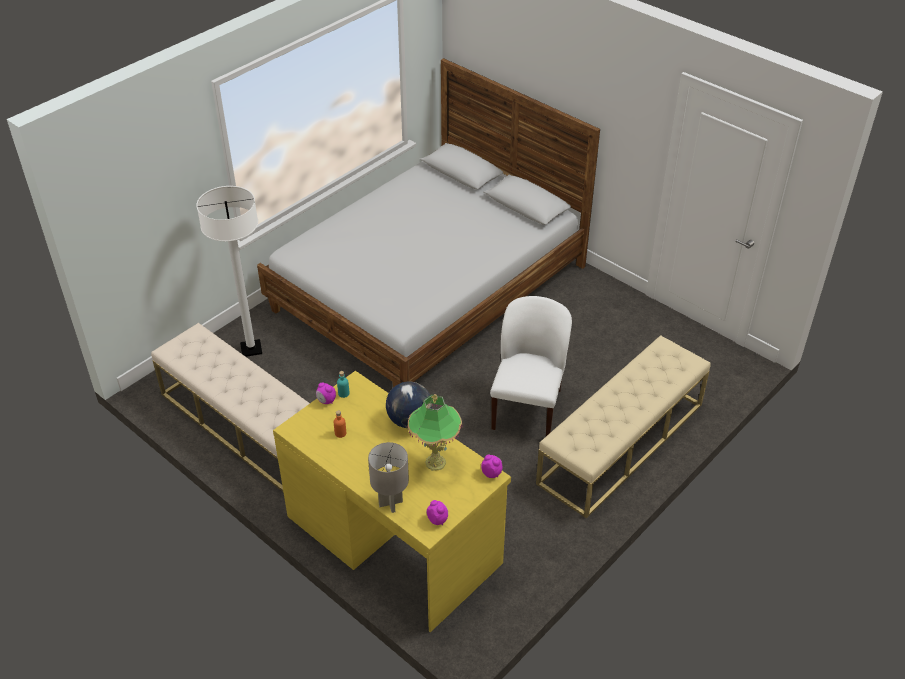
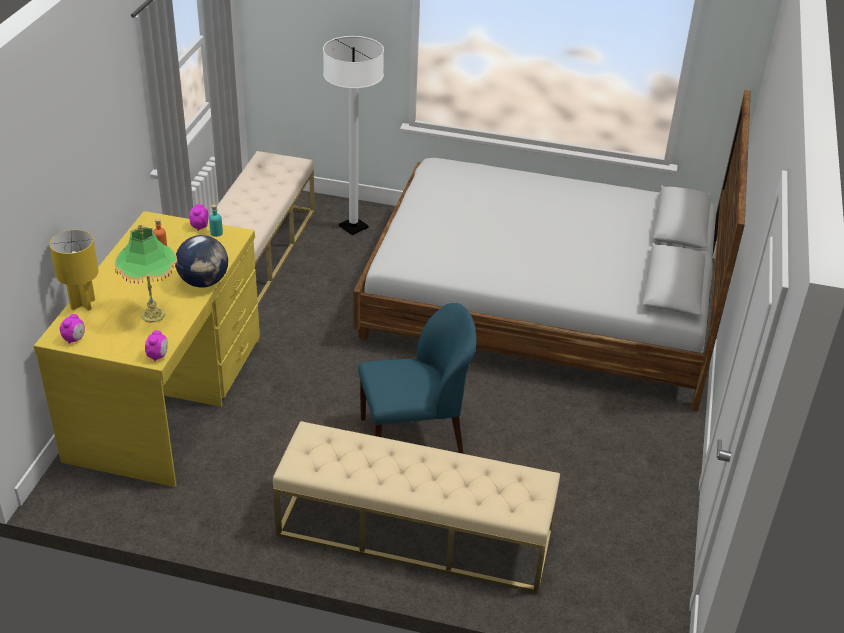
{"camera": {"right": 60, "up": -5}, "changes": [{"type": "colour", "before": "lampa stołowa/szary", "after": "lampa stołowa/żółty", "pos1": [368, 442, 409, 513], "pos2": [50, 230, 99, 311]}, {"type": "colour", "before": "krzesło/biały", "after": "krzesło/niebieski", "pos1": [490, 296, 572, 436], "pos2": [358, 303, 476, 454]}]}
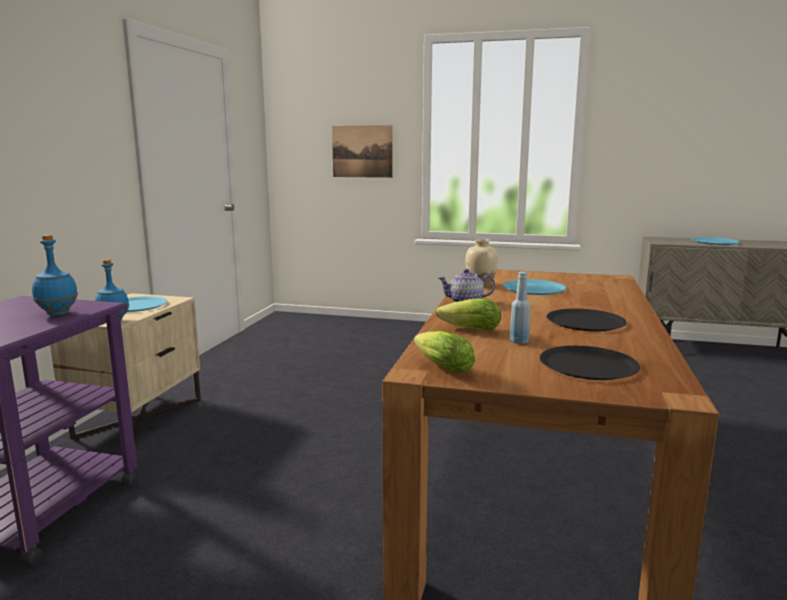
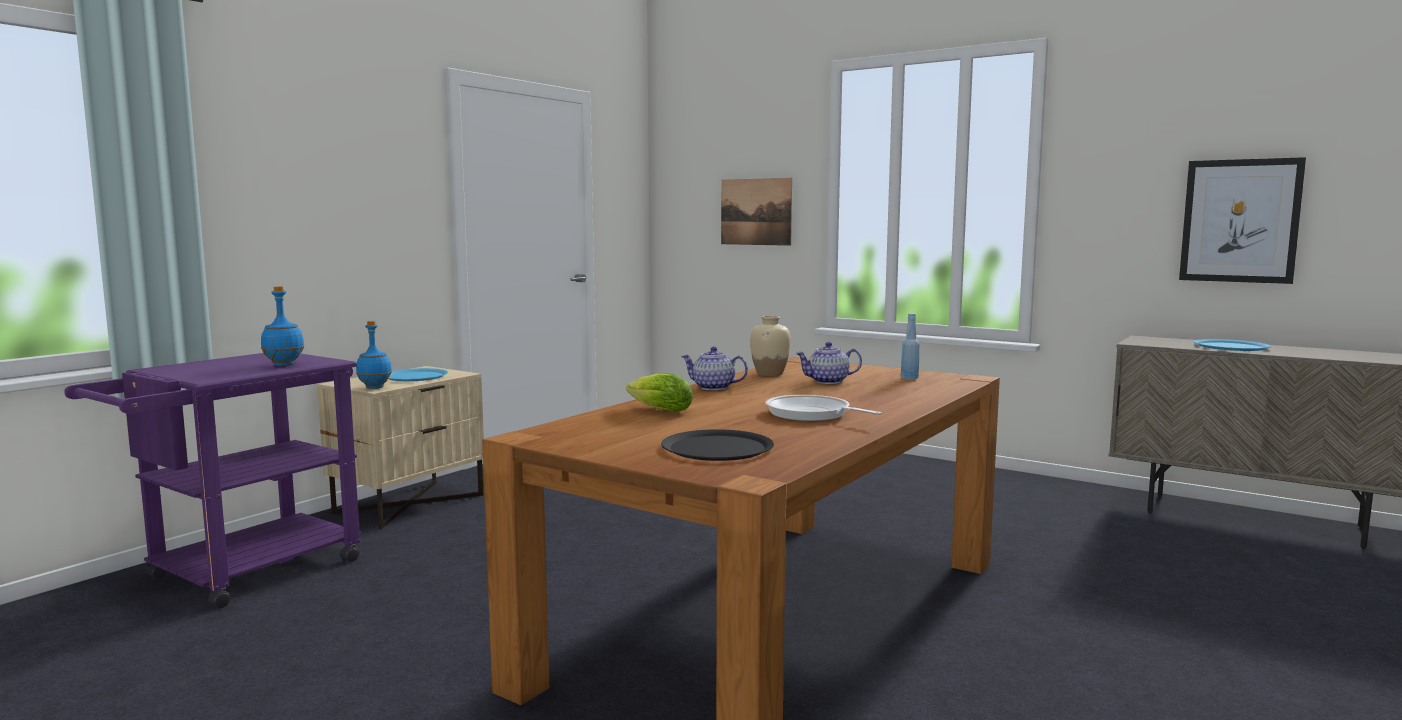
{"camera": {"right": 20, "up": -5}, "changes": [{"type": "exchanged", "before": "talerz/czarny", "after": "patelnia", "pos1": [547, 309, 627, 331], "pos2": [765, 395, 881, 421]}, {"type": "exchanged", "before": "talerz/niebieski", "after": "imbryk", "pos1": [503, 279, 566, 295], "pos2": [796, 342, 862, 384]}, {"type": "relocated", "before": "butelka/niebieski", "pos1": [510, 272, 530, 344], "pos2": [901, 313, 920, 380]}, {"type": "appeared", "after": "obraz", "pos2": [1179, 157, 1306, 284]}, {"type": "missing", "before": "sałata", "pos1": [414, 331, 475, 373]}]}
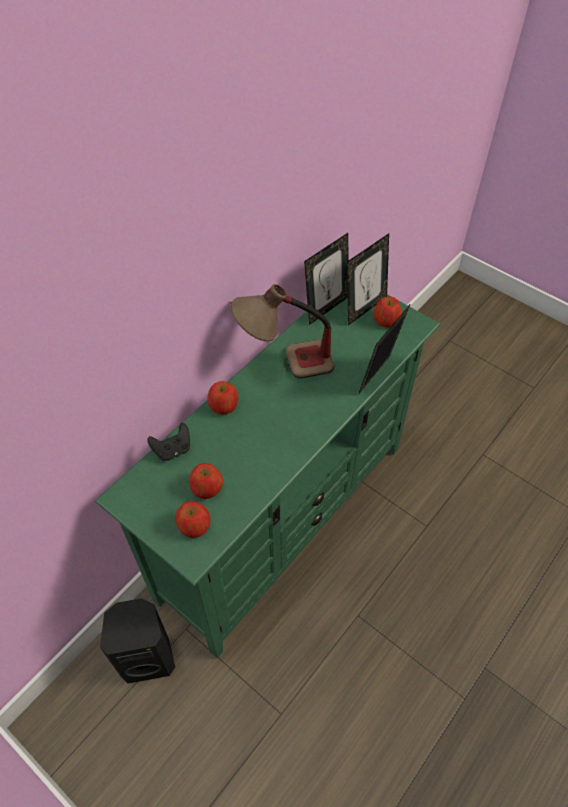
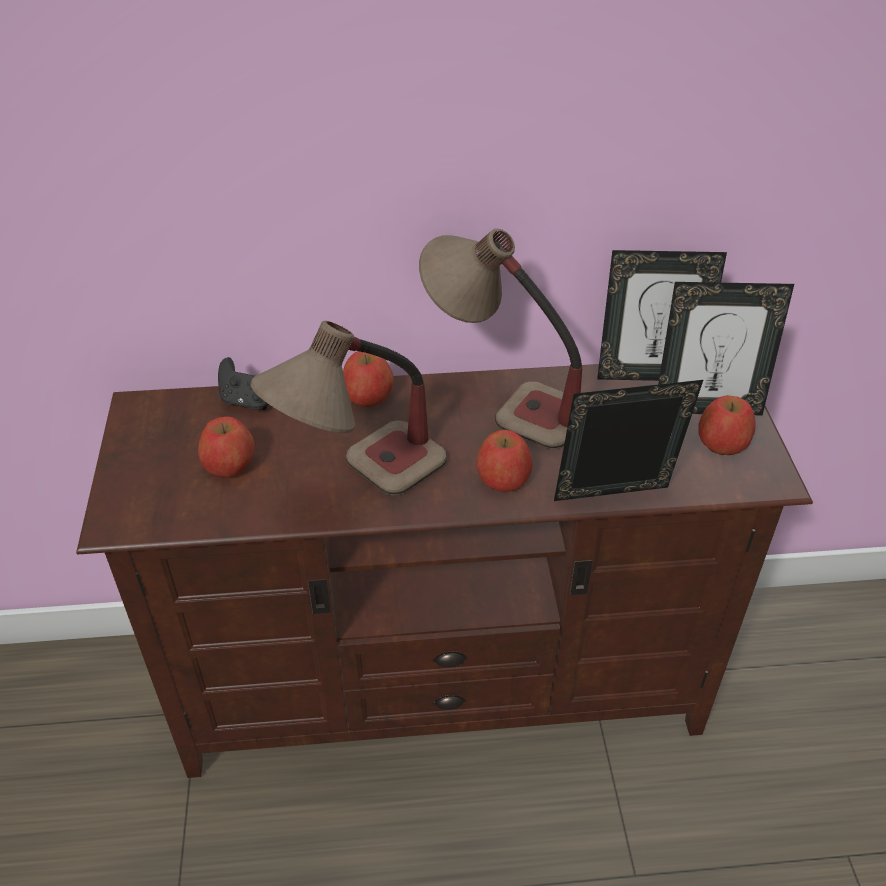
{"camera": {"right": 45, "up": -10}, "changes": [{"type": "colour", "before": "szafka pod telewizor/zielony", "after": "szafka pod telewizor/brązowy", "pos1": [95, 294, 441, 658], "pos2": [76, 364, 813, 778]}, {"type": "appeared", "after": "lampa stołowa", "pos2": [250, 321, 447, 496]}, {"type": "relocated", "before": "jabłko", "pos1": [175, 501, 210, 538], "pos2": [476, 430, 533, 492]}, {"type": "missing", "before": "głośnik/czarny", "pos1": [100, 598, 175, 684]}]}
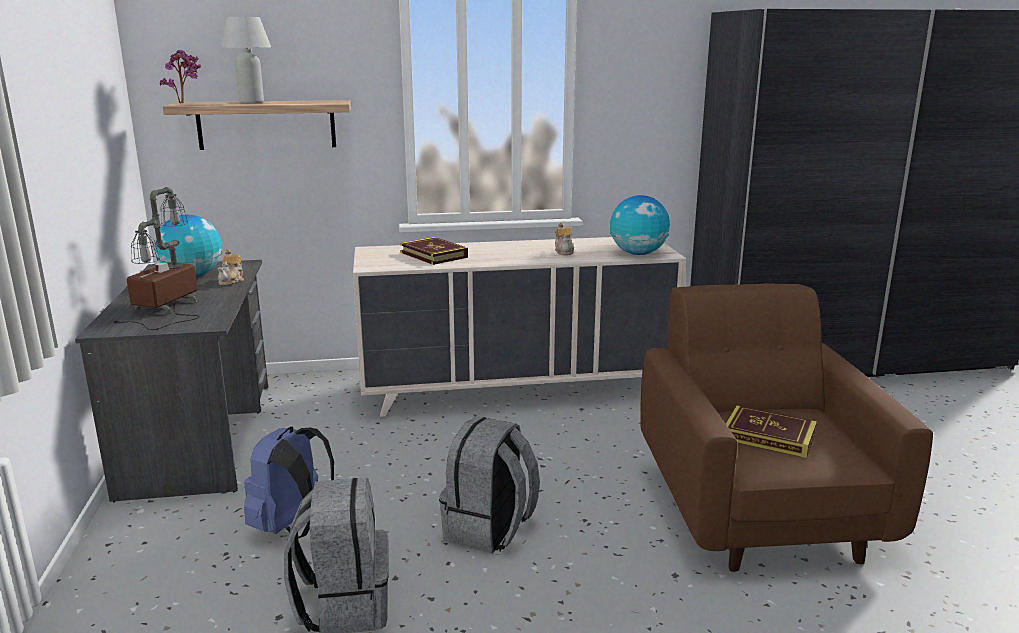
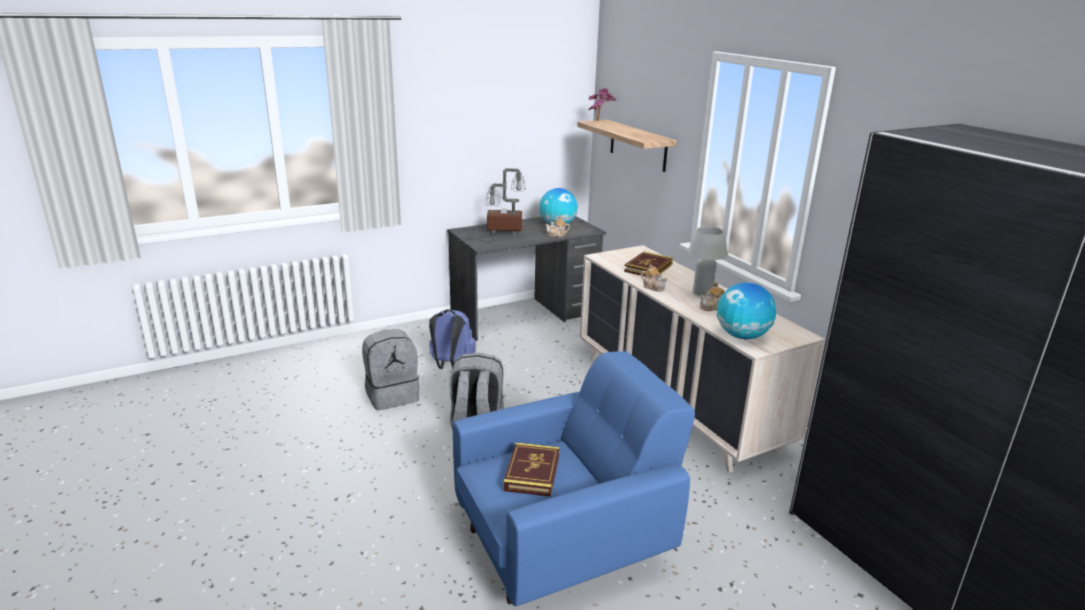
{"camera": {"right": 70, "up": 5}, "changes": [{"type": "colour", "before": "fotel/brązowy", "after": "fotel/niebieski", "pos1": [640, 283, 933, 572], "pos2": [453, 351, 695, 606]}, {"type": "appeared", "after": "imbryk", "pos2": [641, 264, 667, 292]}, {"type": "relocated", "before": "lampa stołowa/biały", "pos1": [220, 17, 271, 103], "pos2": [687, 227, 728, 297]}]}
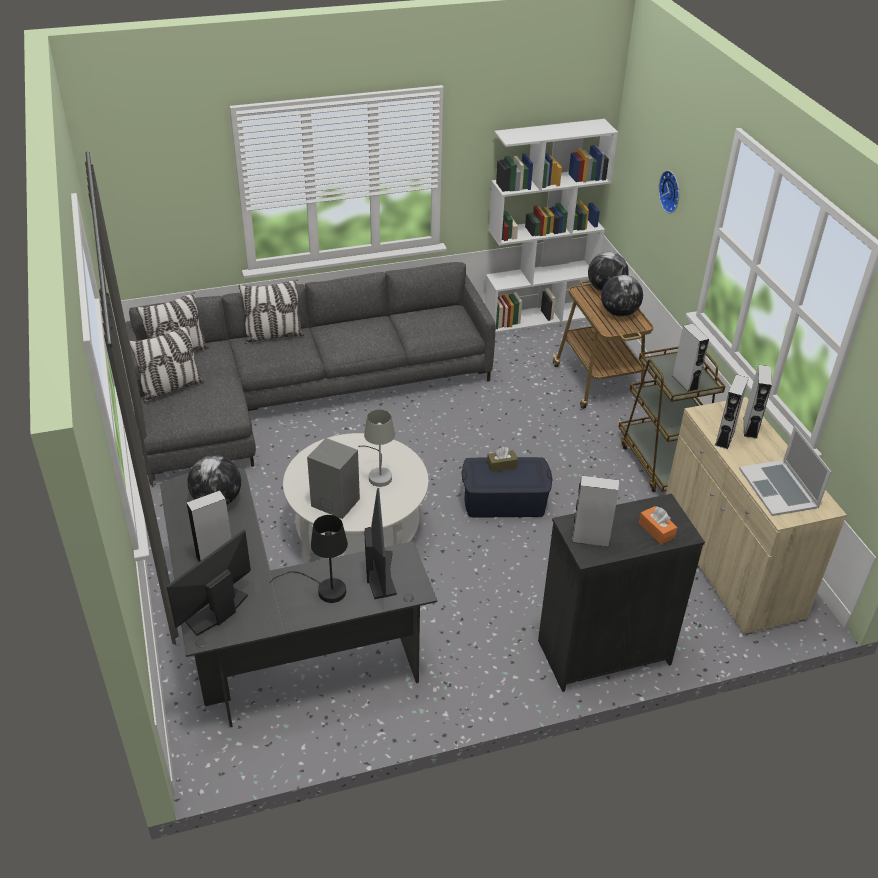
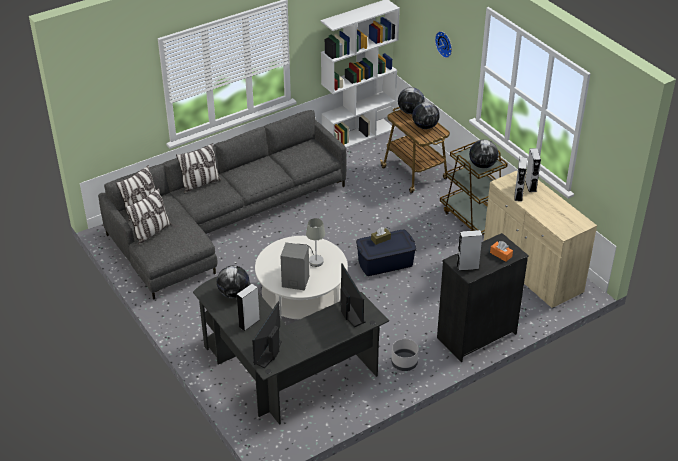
{"camera": {"right": -15, "up": 0}, "changes": [{"type": "appeared", "after": "donica/szary", "pos2": [391, 339, 419, 371]}, {"type": "exchanged", "before": "głośnik/szary", "after": "globus", "pos1": [673, 323, 709, 392], "pos2": [469, 140, 498, 168]}, {"type": "missing", "before": "lampa stołowa/czarny", "pos1": [269, 515, 348, 603]}, {"type": "missing", "before": "laptop", "pos1": [739, 426, 831, 516]}]}
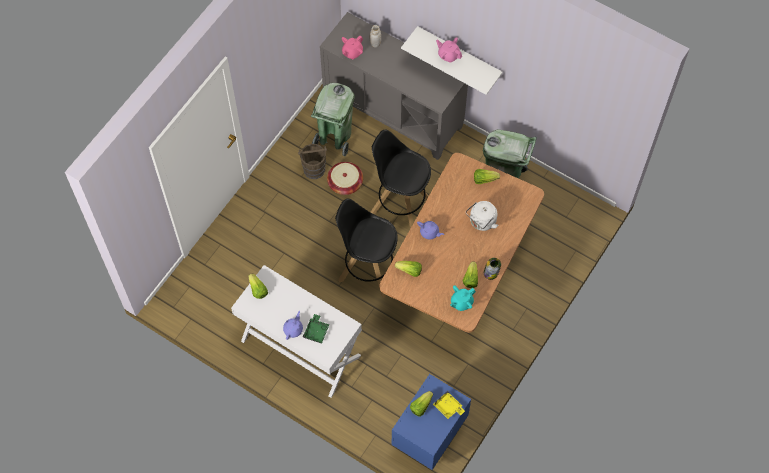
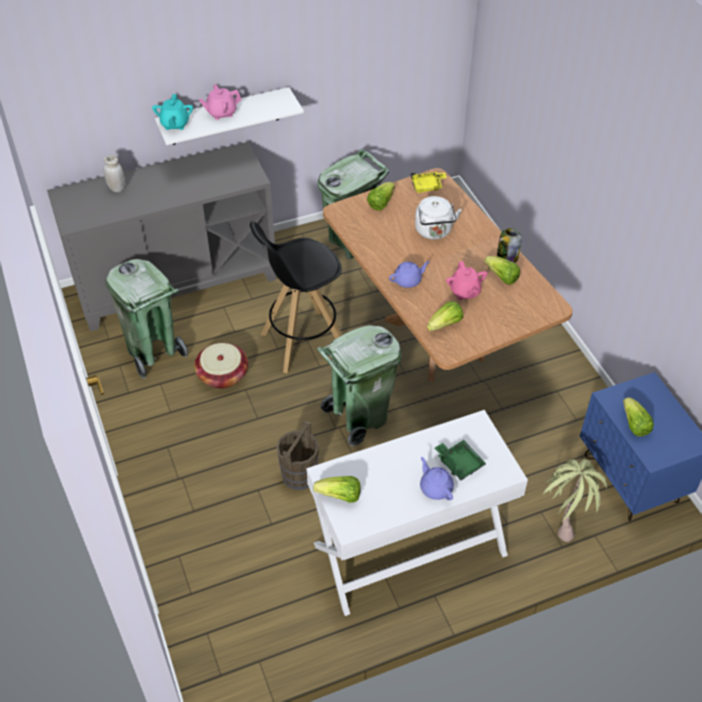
{"camera": {"right": -55, "up": -15}, "changes": [{"type": "relocated", "before": "imbryk/turkusowy", "pos1": [450, 285, 476, 311], "pos2": [152, 94, 193, 130]}, {"type": "relocated", "before": "wiadro/brązowy", "pos1": [298, 144, 327, 179], "pos2": [276, 420, 319, 490]}, {"type": "exchanged", "before": "stołek/czarny", "after": "kosz na śmieci/zielony", "pos1": [335, 198, 398, 298], "pos2": [317, 325, 402, 447]}, {"type": "relocated", "before": "taca/żółty", "pos1": [433, 391, 465, 419], "pos2": [411, 172, 447, 193]}, {"type": "relocated", "before": "imbryk/różowy", "pos1": [342, 36, 363, 59], "pos2": [446, 261, 488, 300]}, {"type": "appeared", "after": "roślina doniczkowa", "pos2": [543, 459, 607, 542]}]}
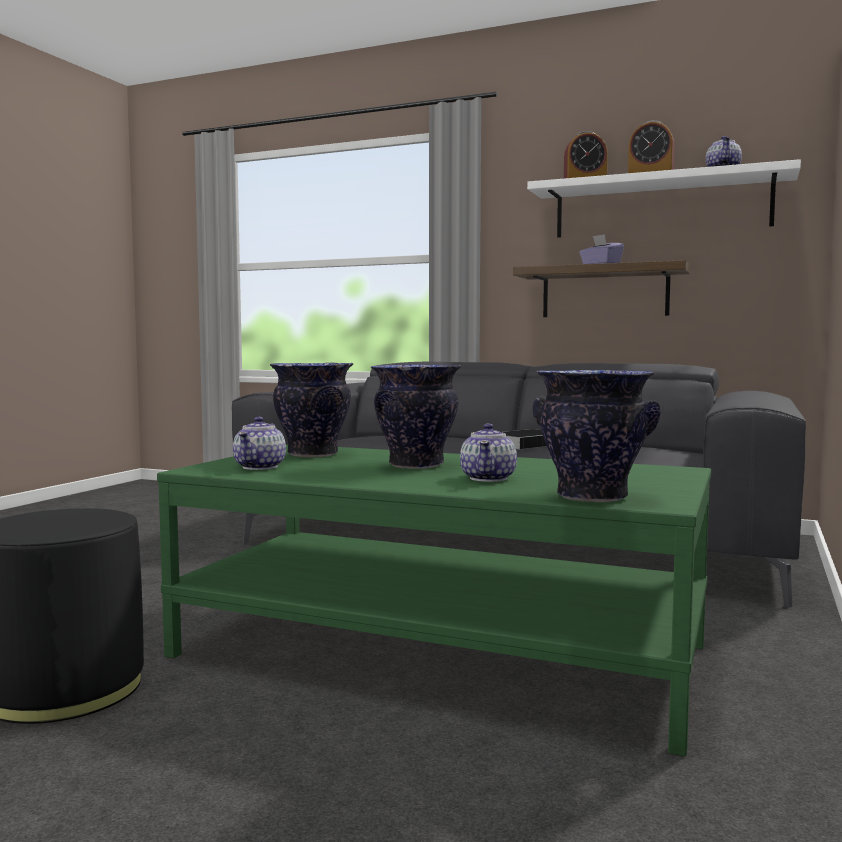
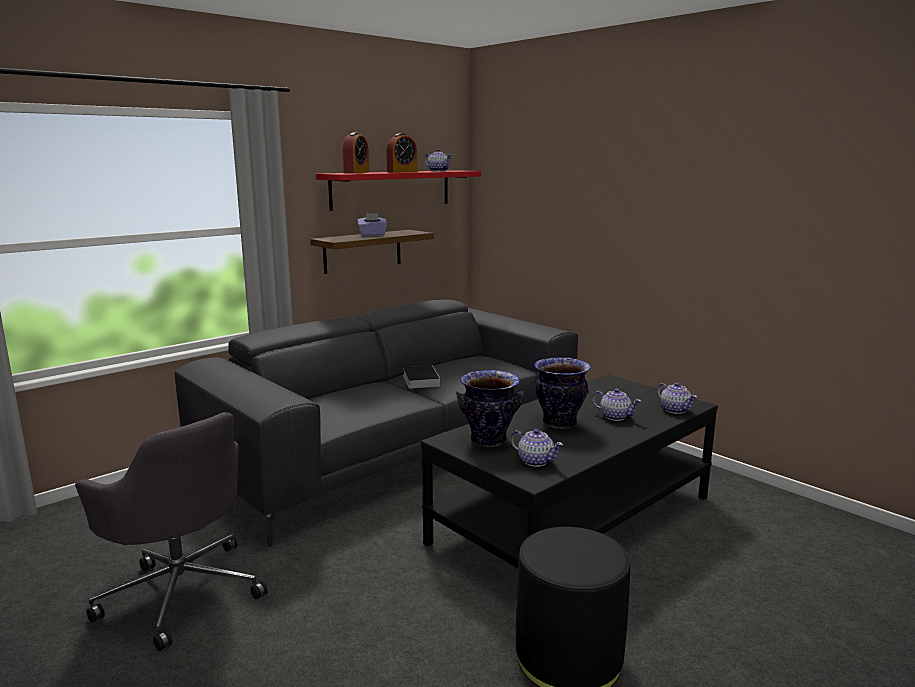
{"camera": {"right": -65, "up": 10}, "changes": [{"type": "appeared", "after": "krzesło biurowe/szary", "pos2": [75, 412, 267, 651]}, {"type": "colour", "before": "półka/biały", "after": "półka/czerwony", "pos1": [527, 159, 801, 238], "pos2": [316, 170, 481, 211]}, {"type": "colour", "before": "ława/zielony", "after": "ława/czarny", "pos1": [157, 445, 711, 756], "pos2": [421, 375, 718, 569]}, {"type": "exchanged", "before": "wazon", "after": "imbryk", "pos1": [533, 370, 660, 502], "pos2": [657, 382, 697, 414]}]}
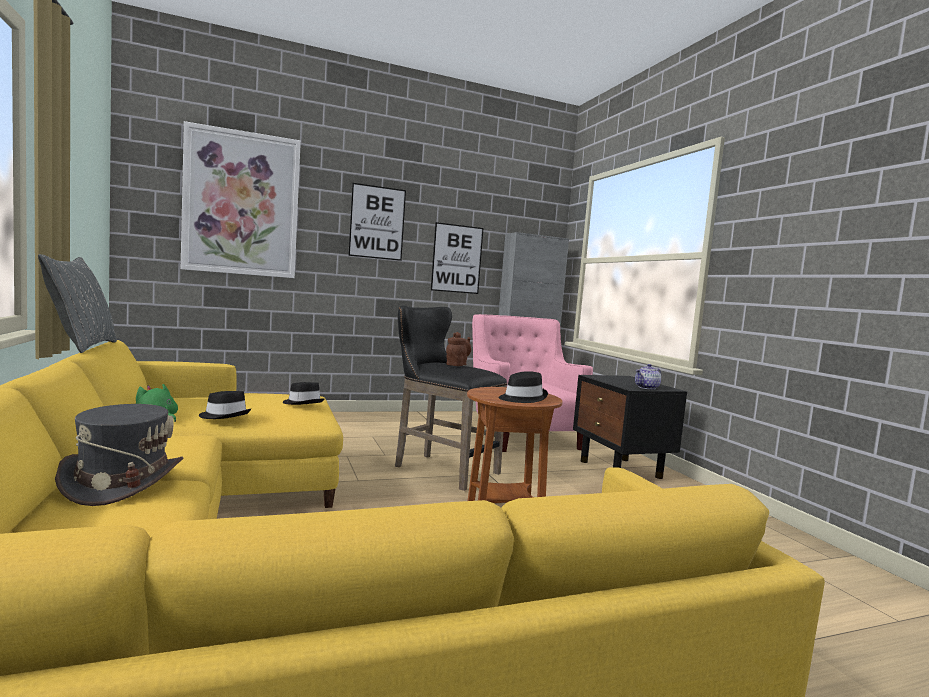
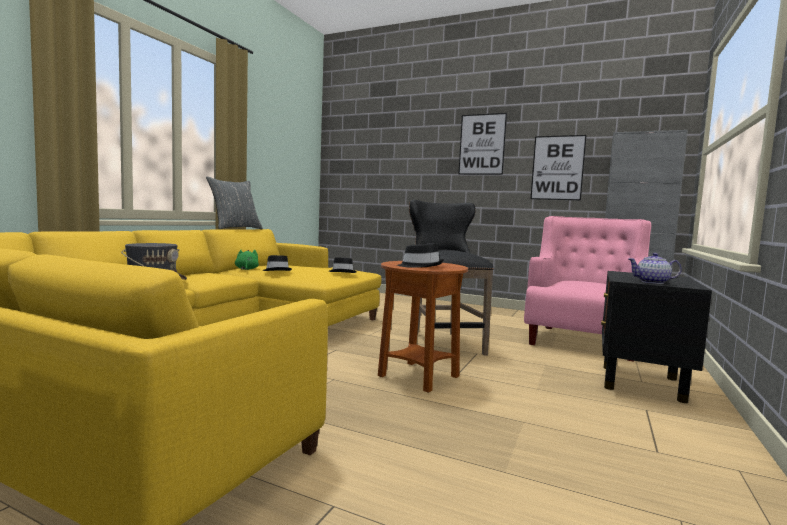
{"camera": {"right": 45, "up": 0}, "changes": [{"type": "missing", "before": "obraz", "pos1": [181, 121, 301, 278]}, {"type": "missing", "before": "imbryk/brązowy", "pos1": [446, 332, 471, 366]}]}
